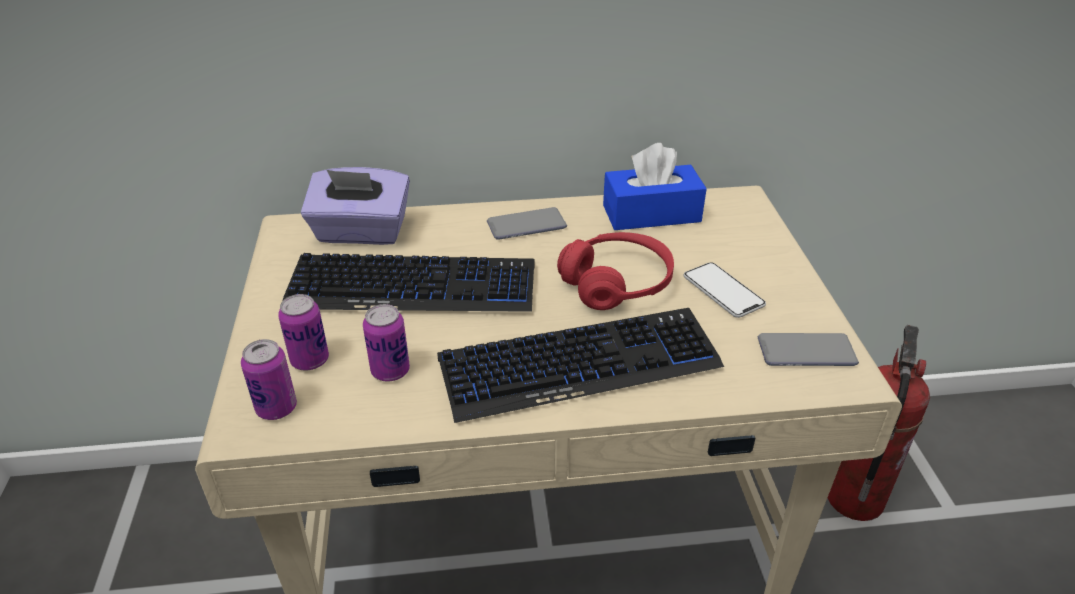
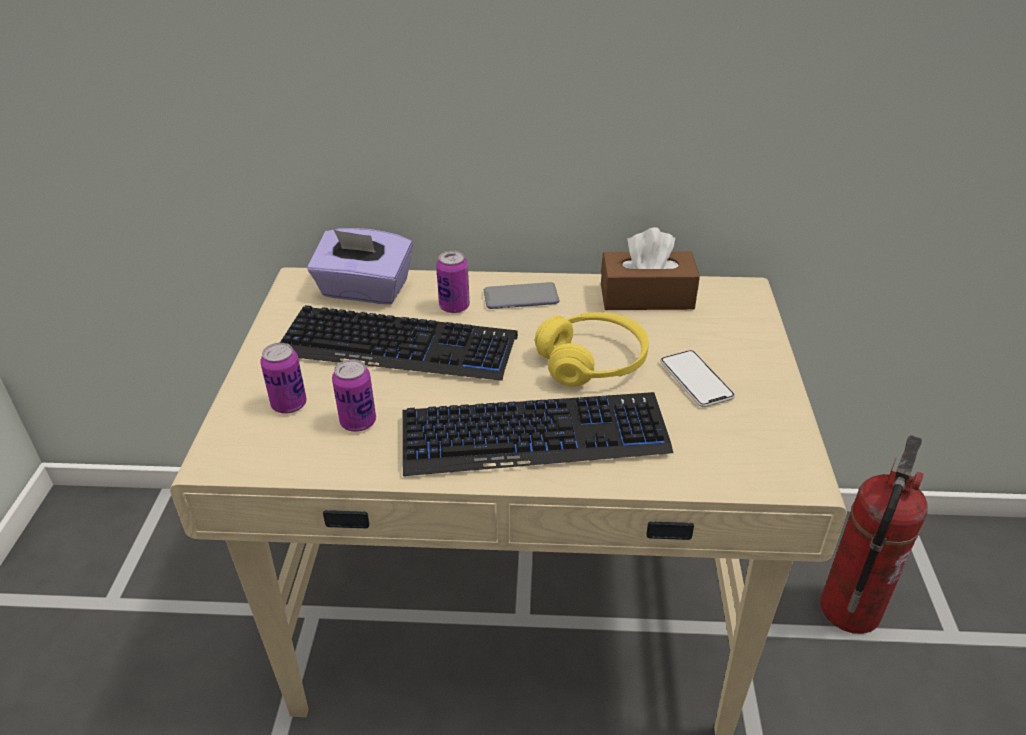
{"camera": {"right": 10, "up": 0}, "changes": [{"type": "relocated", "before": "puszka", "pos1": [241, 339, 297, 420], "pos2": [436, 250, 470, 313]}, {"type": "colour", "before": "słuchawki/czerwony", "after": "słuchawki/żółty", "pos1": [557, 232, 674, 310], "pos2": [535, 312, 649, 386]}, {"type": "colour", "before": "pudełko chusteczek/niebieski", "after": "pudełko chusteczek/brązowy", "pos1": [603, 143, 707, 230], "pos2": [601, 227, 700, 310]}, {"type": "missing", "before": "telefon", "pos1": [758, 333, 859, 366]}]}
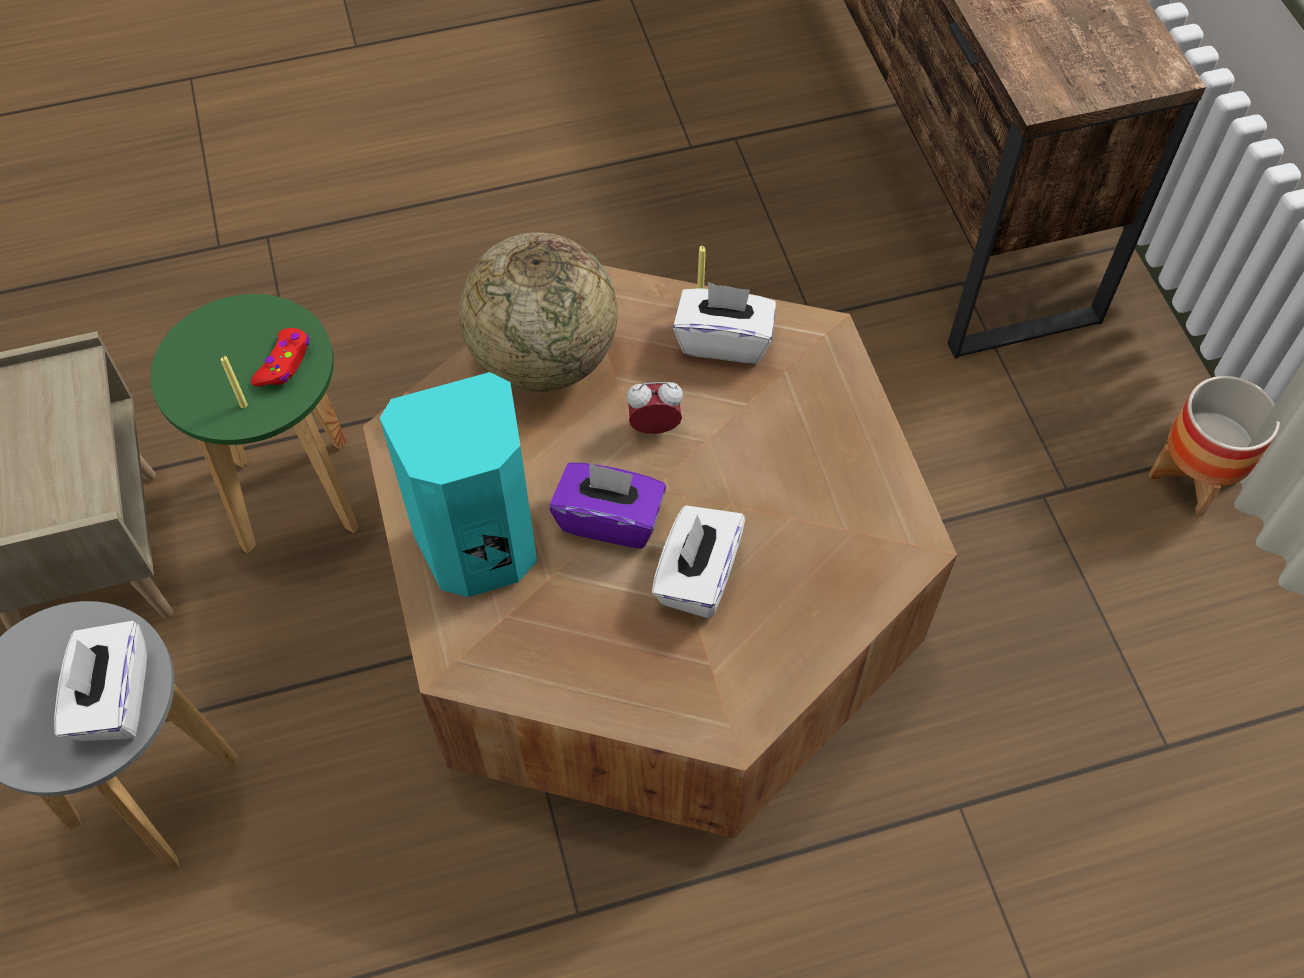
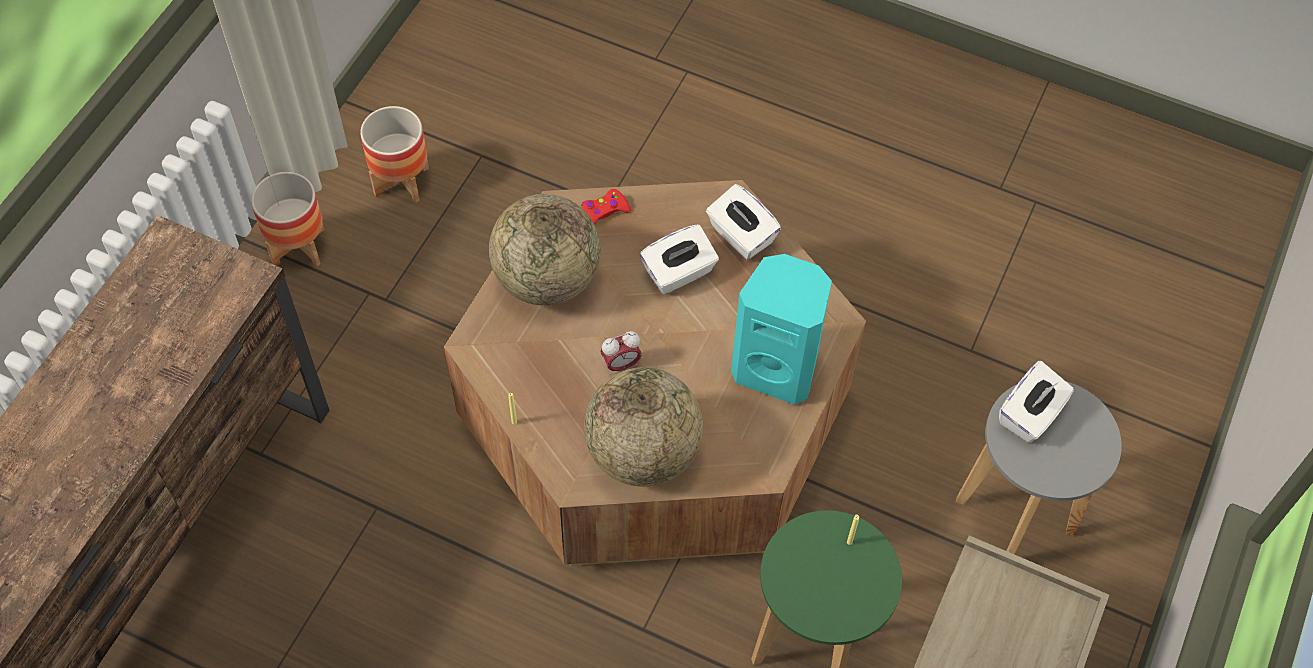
{"camera": {"right": -140, "up": 0}, "changes": [{"type": "appeared", "after": "donica", "pos2": [360, 106, 429, 203]}, {"type": "appeared", "after": "globus", "pos2": [489, 194, 601, 306]}, {"type": "relocated", "before": "pad do gier/czerwony", "pos1": [251, 328, 309, 387], "pos2": [581, 189, 631, 225]}, {"type": "spun", "before": "budzik", "pos1": [627, 382, 683, 434], "pos2": [601, 331, 642, 374], "turn": -60}, {"type": "relocated", "before": "pudełko chusteczek/biały", "pos1": [673, 282, 776, 364], "pos2": [706, 184, 781, 259]}, {"type": "missing", "before": "pudełko chusteczek/fioletowy", "pos1": [549, 462, 666, 549]}]}
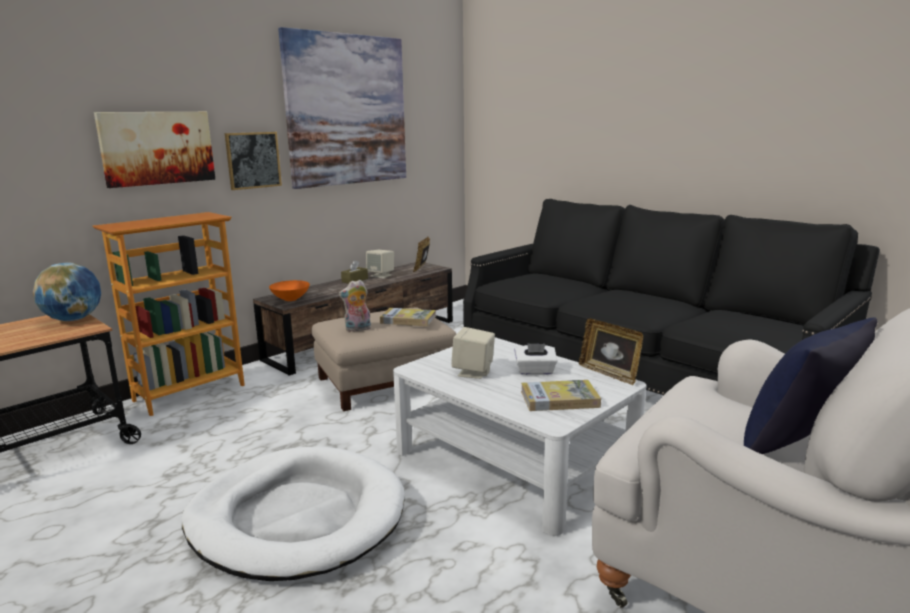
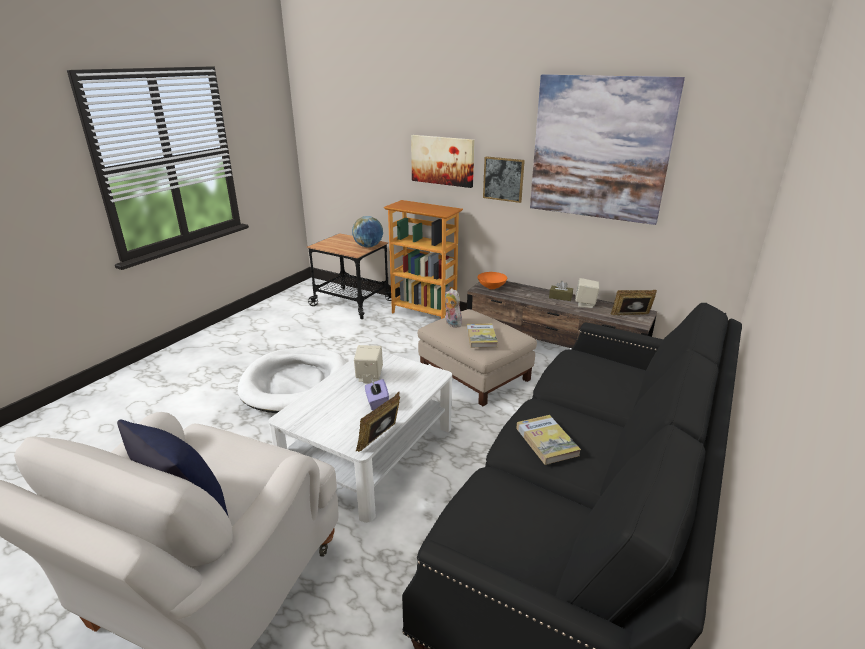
{"camera": {"right": 75, "up": 10}, "changes": [{"type": "colour", "before": "pudełko chusteczek/biały", "after": "pudełko chusteczek/fioletowy", "pos1": [515, 343, 557, 375], "pos2": [365, 379, 389, 411]}, {"type": "relocated", "before": "książka", "pos1": [521, 380, 601, 411], "pos2": [516, 415, 581, 465]}]}
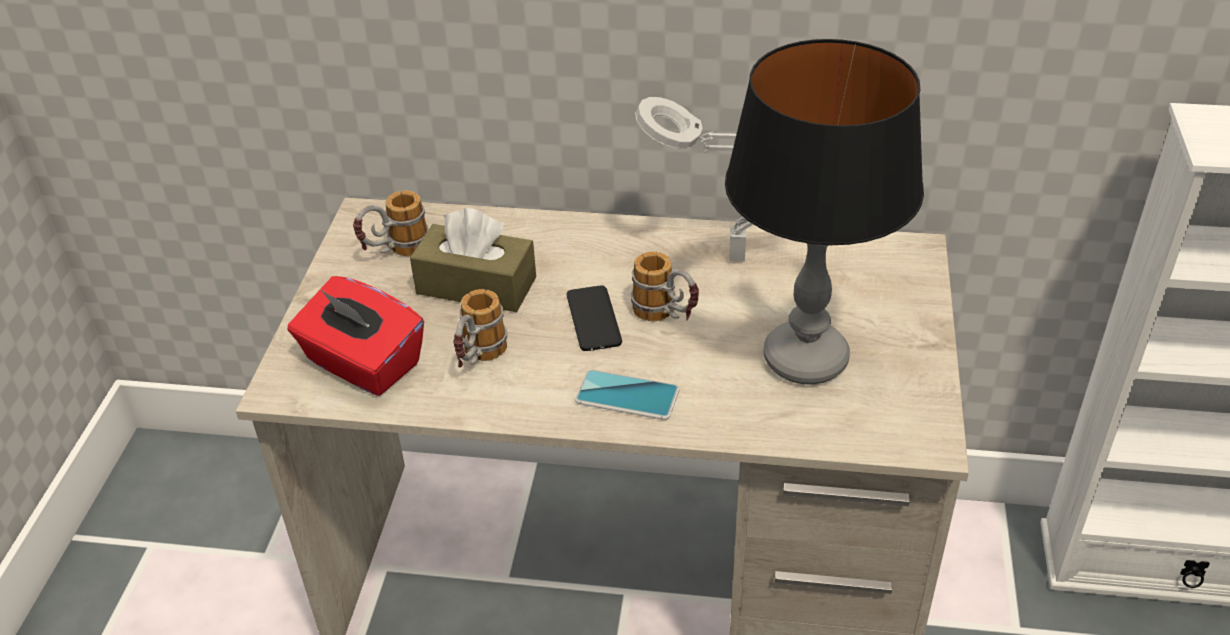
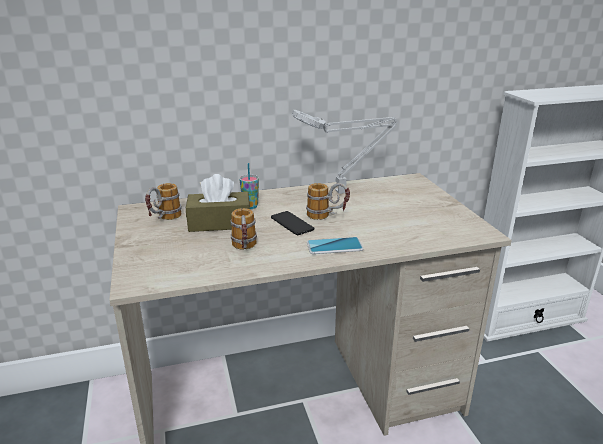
{"camera": {"right": -25, "up": -15}, "changes": [{"type": "appeared", "after": "filiżanka", "pos2": [239, 163, 259, 209]}, {"type": "missing", "before": "pudełko chusteczek/czerwony", "pos1": [288, 276, 424, 396]}, {"type": "missing", "before": "lampa stołowa", "pos1": [725, 39, 924, 385]}]}
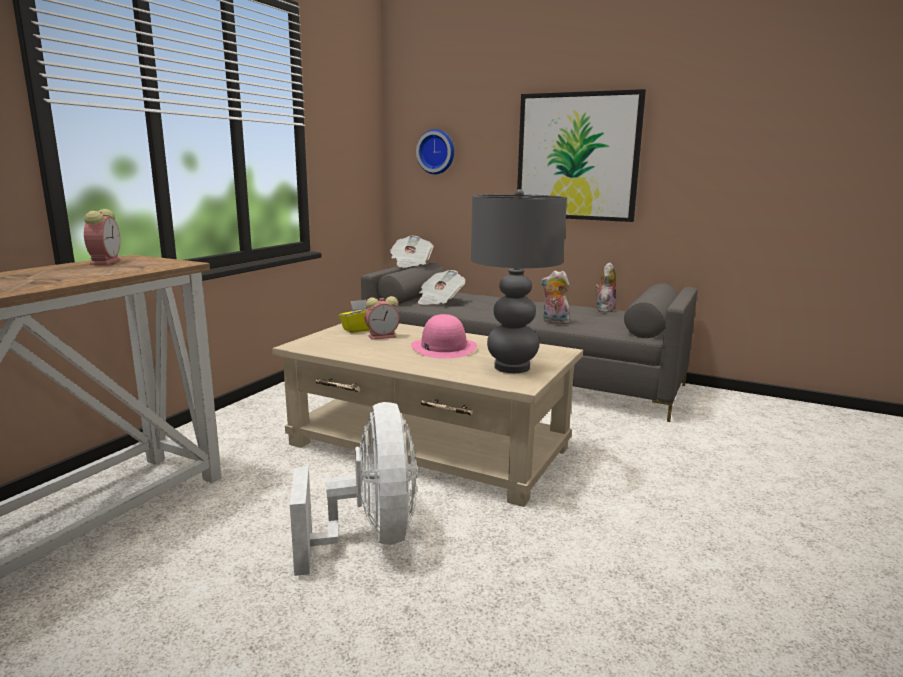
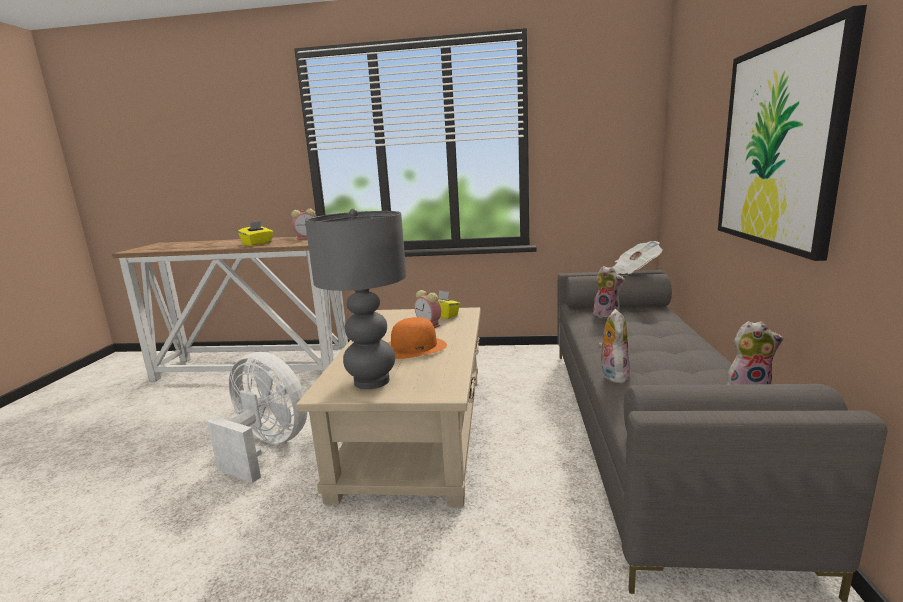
{"camera": {"right": 70, "up": 0}, "changes": [{"type": "spun", "before": "wentylator/biały", "pos1": [290, 402, 418, 576], "pos2": [207, 352, 307, 483], "turn": -120}, {"type": "appeared", "after": "pudełko chusteczek/żółty", "pos2": [238, 221, 273, 246]}, {"type": "colour", "before": "kapelusz/różowy", "after": "kapelusz/pomarańczowy", "pos1": [411, 314, 477, 359], "pos2": [389, 317, 447, 359]}, {"type": "exchanged", "before": "gazeta", "after": "pluszak", "pos1": [418, 270, 465, 305], "pos2": [593, 266, 625, 319]}, {"type": "missing", "before": "zegar ścienny", "pos1": [416, 129, 454, 174]}]}
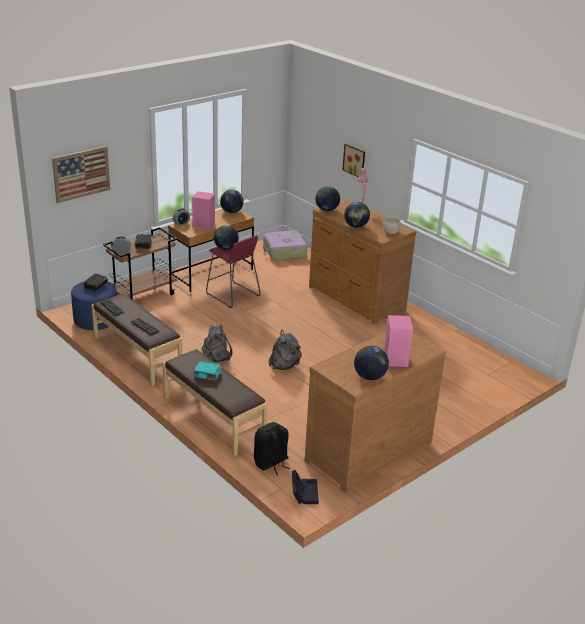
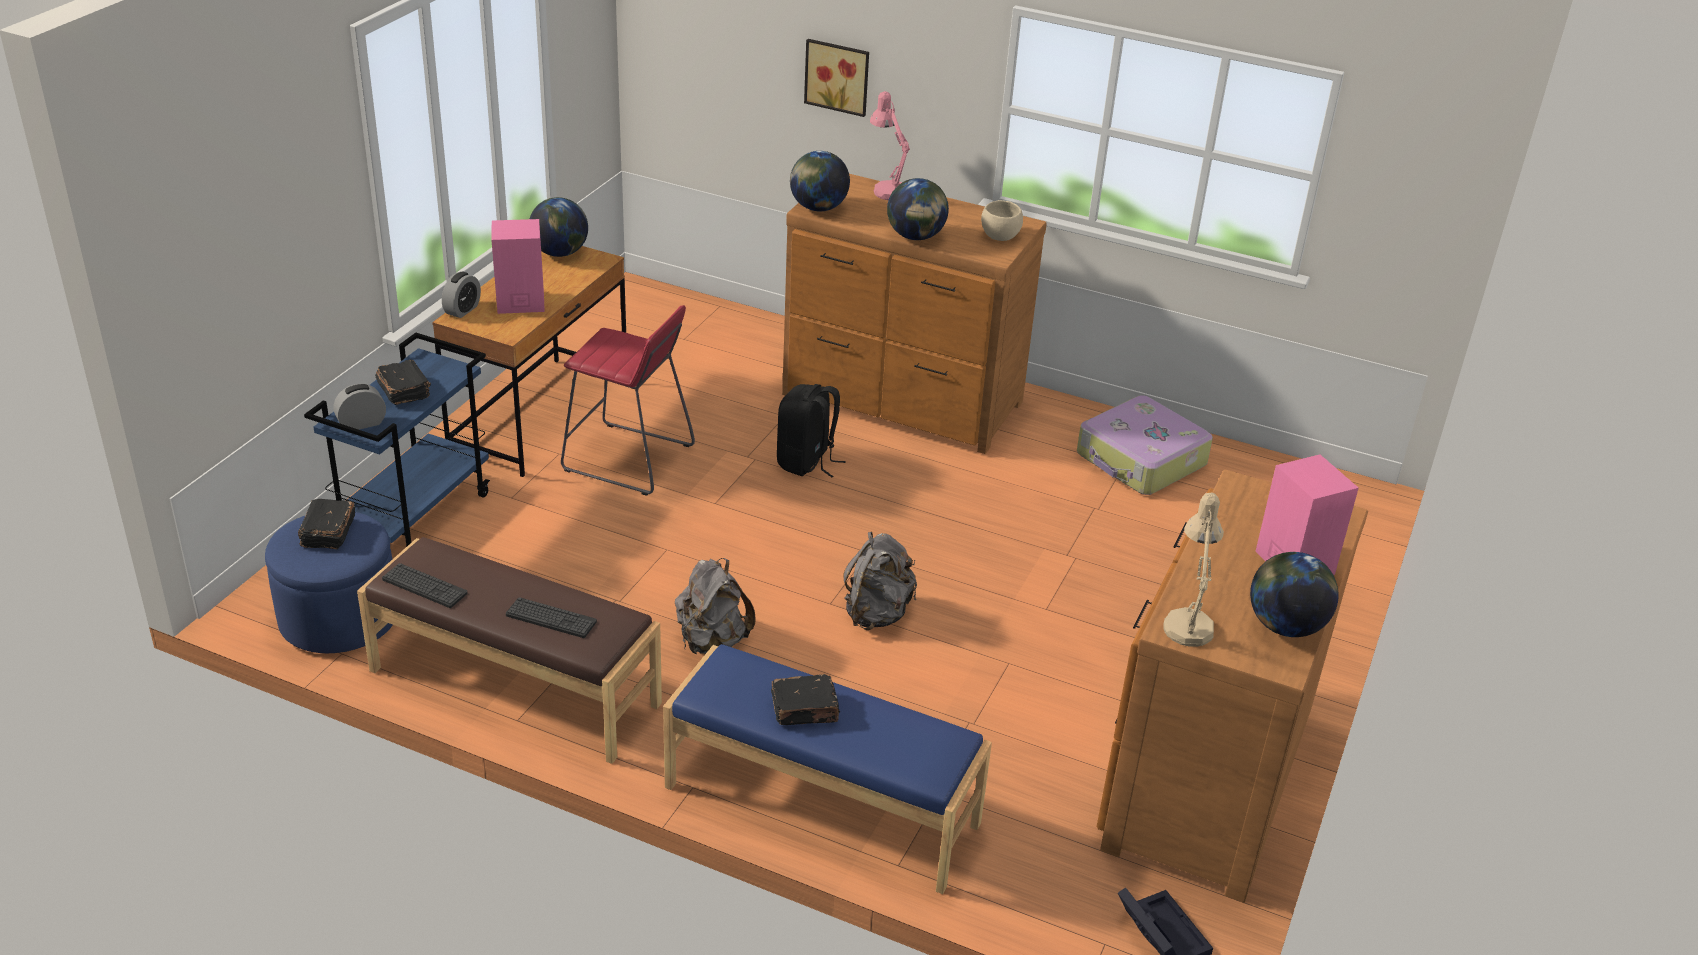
{"camera": {"right": -25, "up": 5}, "changes": [{"type": "colour", "before": "wózek/brązowy", "after": "wózek/niebieski", "pos1": [103, 227, 178, 300], "pos2": [304, 333, 490, 546]}, {"type": "colour", "before": "ławka/brązowy", "after": "ławka/niebieski", "pos1": [163, 349, 268, 456], "pos2": [663, 644, 992, 894]}, {"type": "colour", "before": "książka/turkusowy", "after": "książka/czarny", "pos1": [193, 361, 222, 381], "pos2": [771, 674, 840, 725]}, {"type": "relocated", "before": "plecak/czarny", "pos1": [254, 422, 290, 475], "pos2": [777, 384, 846, 477]}, {"type": "relocated", "before": "walizka", "pos1": [263, 230, 307, 260], "pos2": [1077, 395, 1213, 495]}, {"type": "appeared", "after": "lampa stołowa/beżowy", "pos2": [1163, 493, 1224, 647]}, {"type": "missing", "before": "obraz", "pos1": [52, 146, 110, 203]}, {"type": "missing", "before": "globus", "pos1": [214, 225, 239, 250]}]}
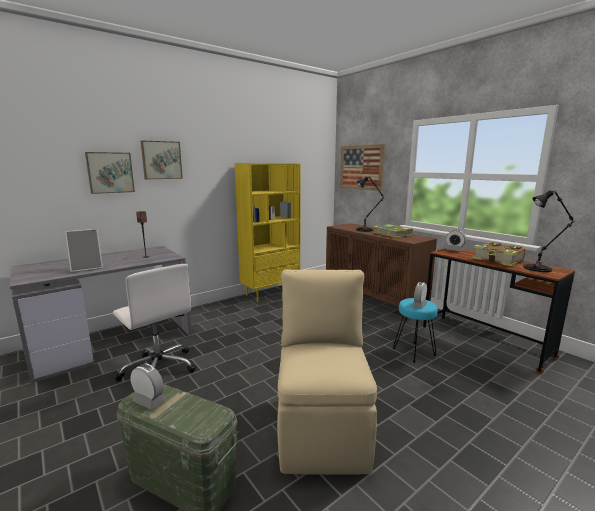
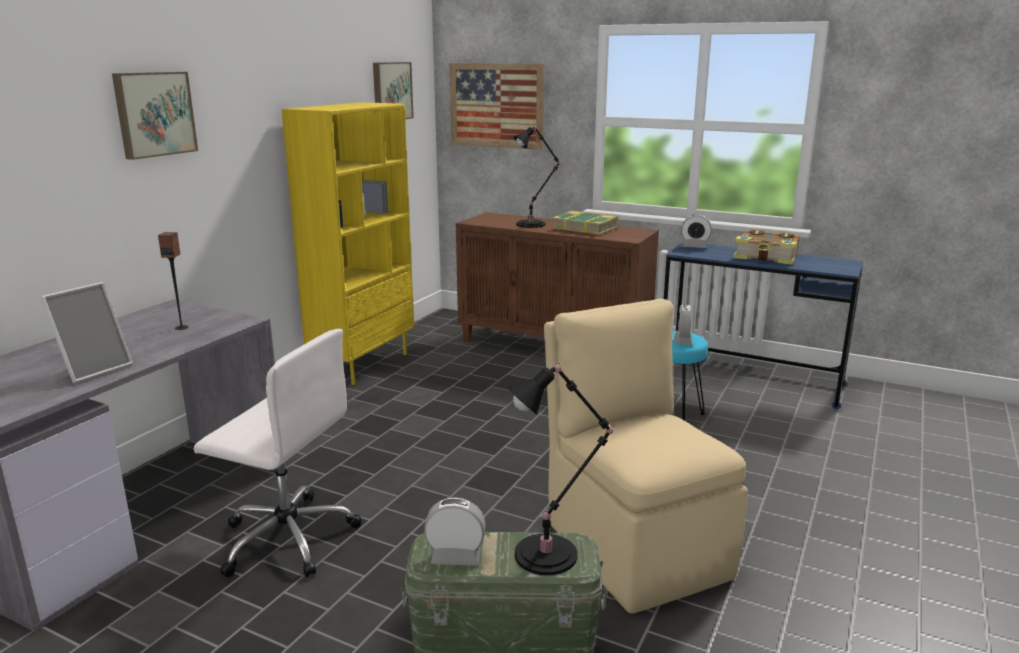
{"camera": {"right": -25, "up": 5}, "changes": [{"type": "relocated", "before": "obraz", "pos1": [85, 152, 135, 194], "pos2": [373, 62, 414, 119]}, {"type": "relocated", "before": "lampa stołowa/czarny", "pos1": [524, 190, 575, 272], "pos2": [508, 363, 614, 575]}, {"type": "colour", "before": "biurko/brązowy", "after": "biurko/niebieski", "pos1": [423, 248, 575, 374], "pos2": [664, 242, 864, 410]}]}
